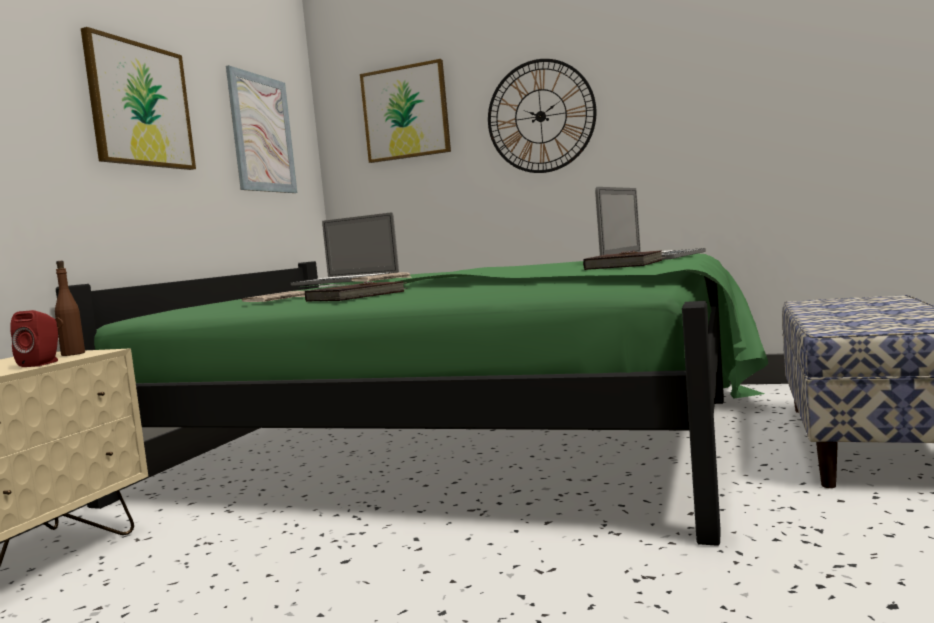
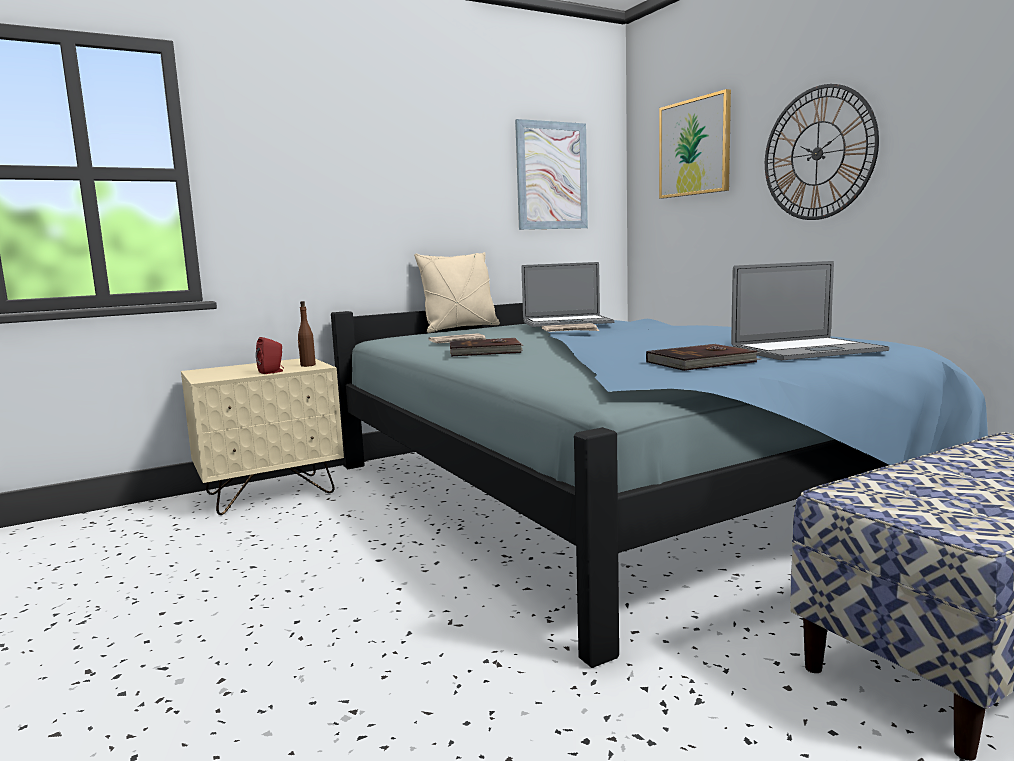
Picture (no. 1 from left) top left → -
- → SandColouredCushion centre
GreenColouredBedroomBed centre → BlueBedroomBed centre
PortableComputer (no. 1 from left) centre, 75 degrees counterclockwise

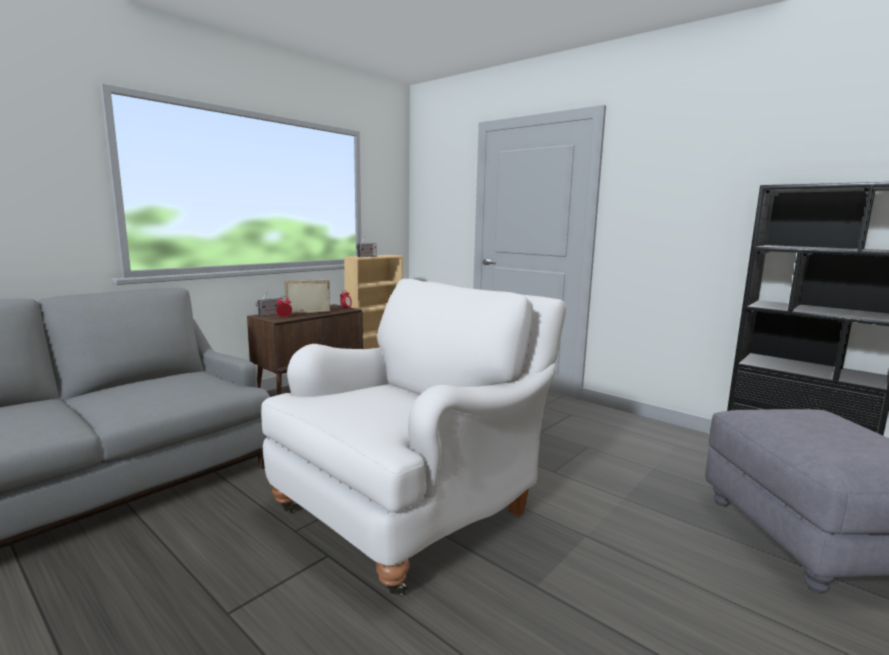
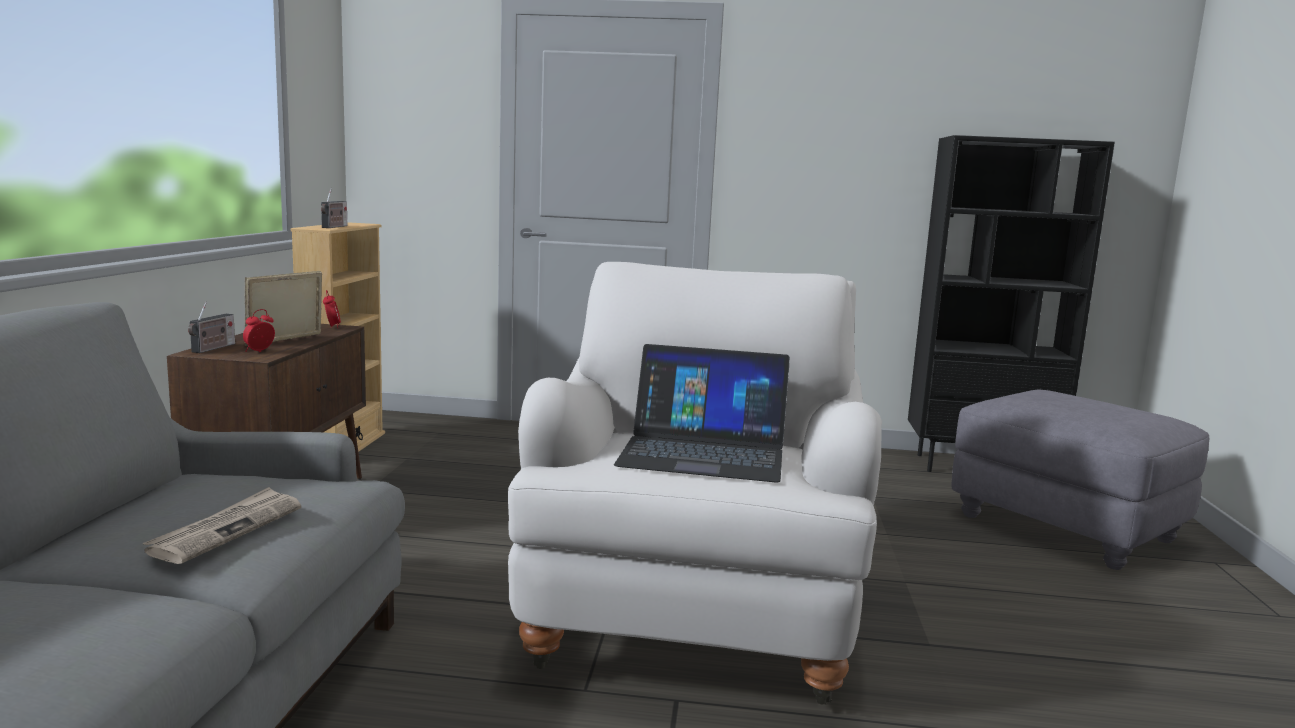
- → Newspaper bottom left
- → PortableComputer centre

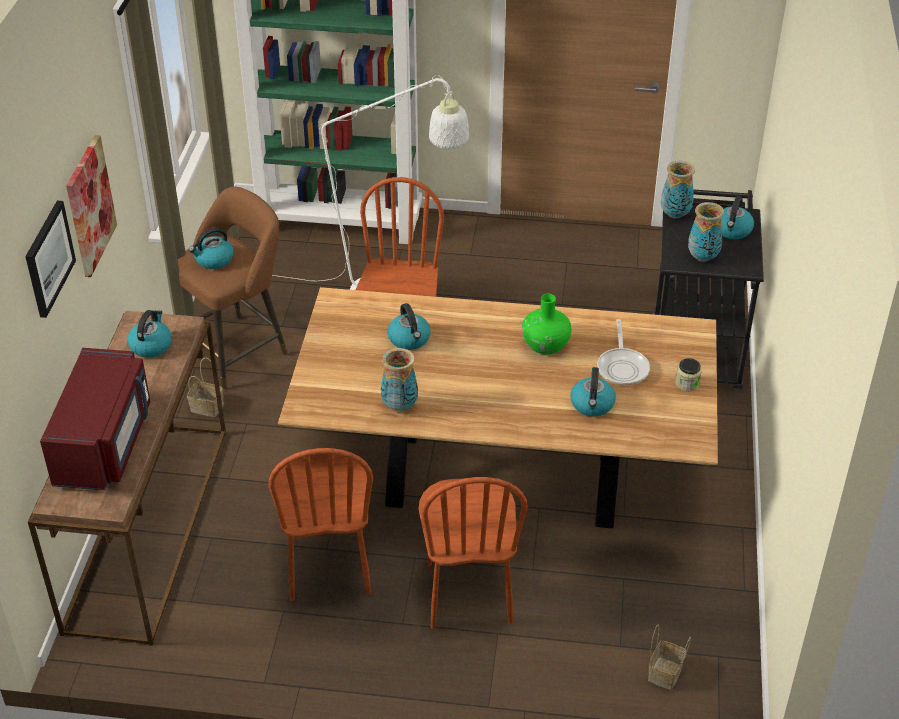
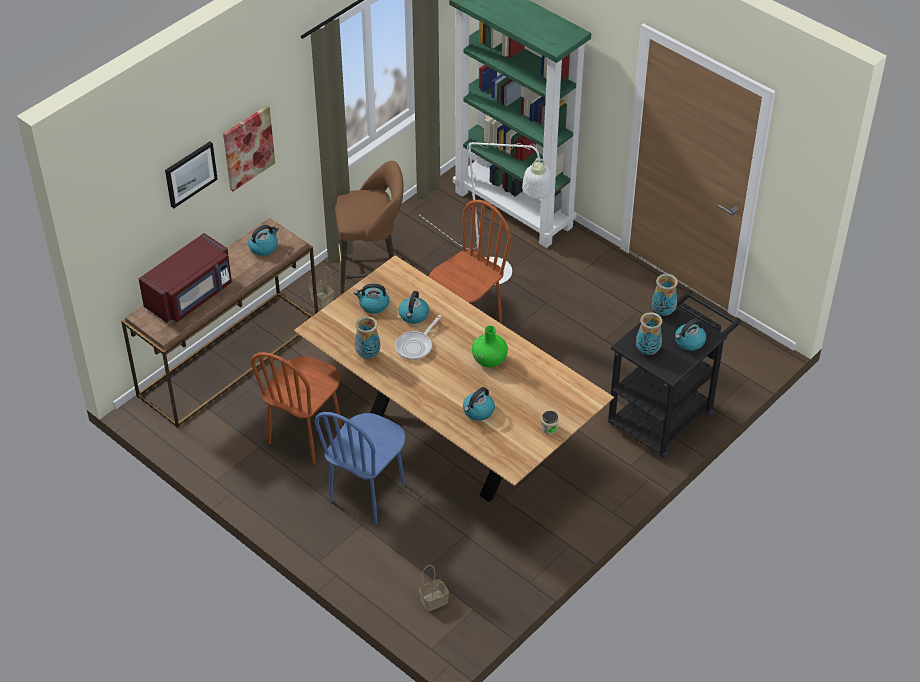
WaterKettle (no. 2 from left) middle left → WaterKettle (no. 2 from left) centre, shifted
FryingPan middle right → FryingPan centre, shifted
BrownishPlainChair (no. 3 from left) bottom centre → BluePlainChair bottom centre

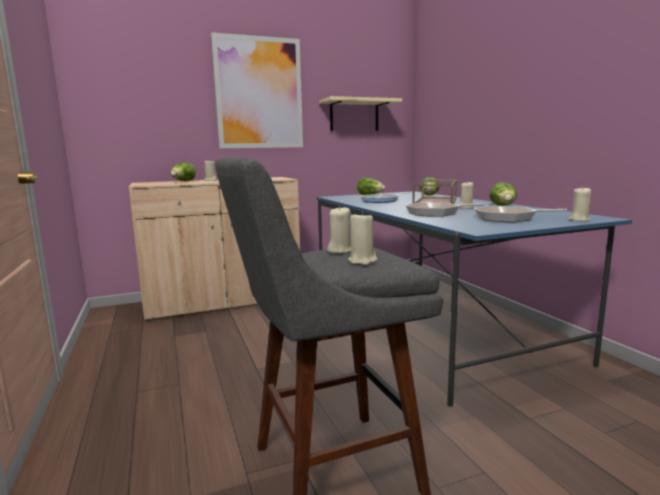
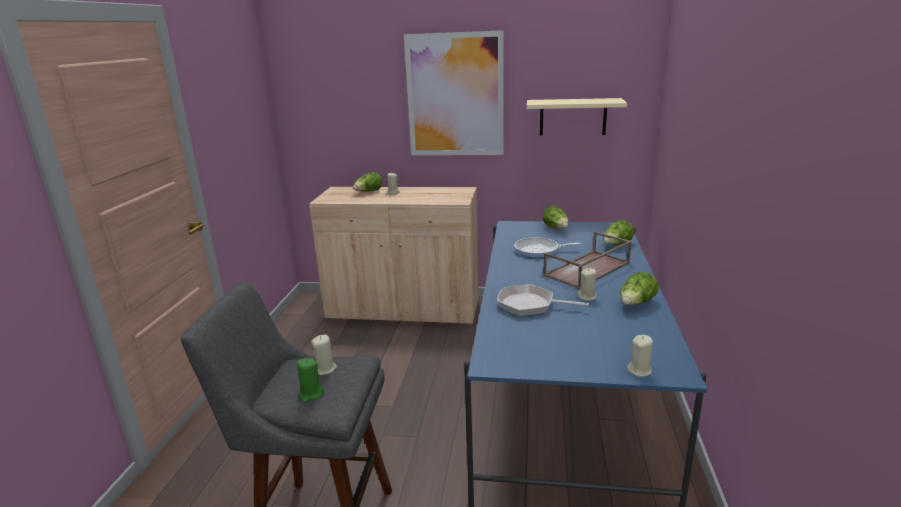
FryingPan (no. 3 from left) middle right → -
SandColouredWaxLight (no. 3 from left) centre → GreenColouredWaxLight bottom centre

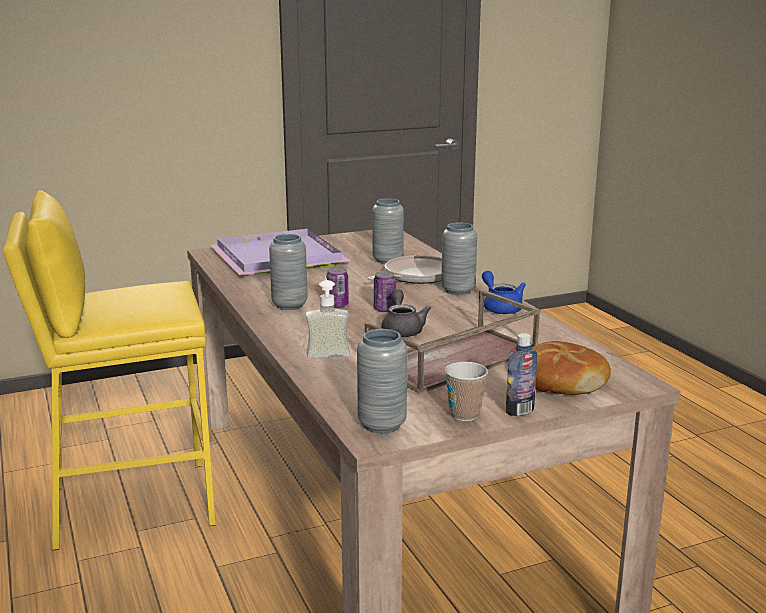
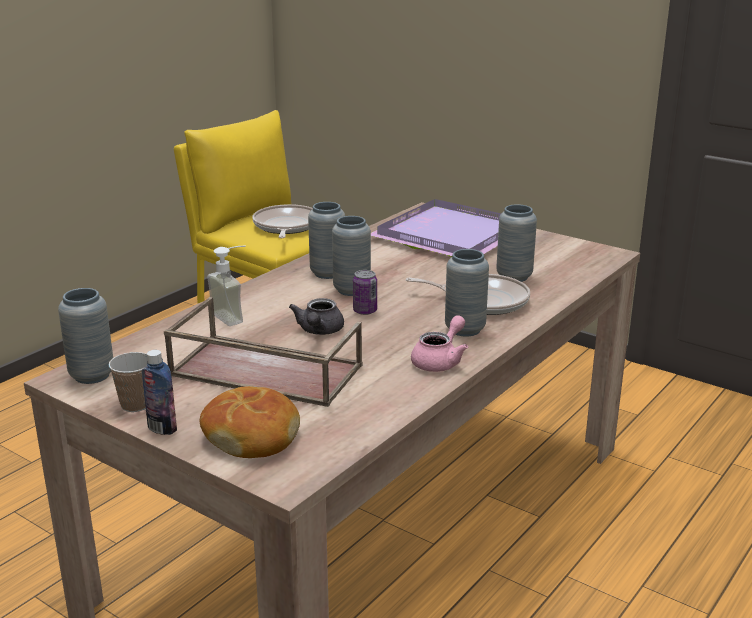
- → FryingPan (no. 1 from left) centre
Can (no. 1 from left) centre → GreyFlowerVase (no. 3 from left) centre
BluePotForTea centre → PinkColouredPotForTea centre
GreyPotForTea centre, 135 degrees clockwise

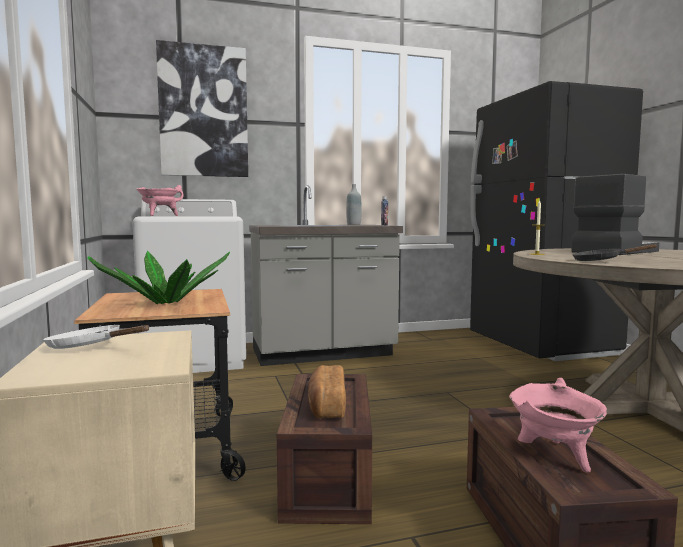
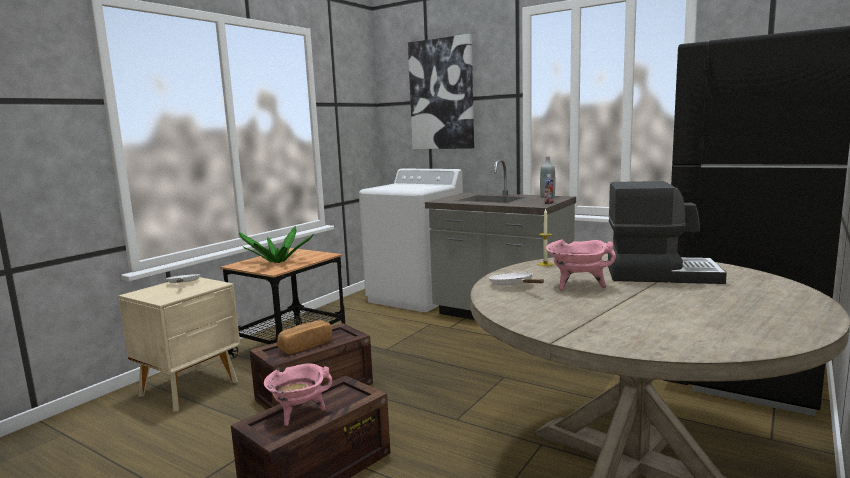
PinkColouredSaucepot (no. 1 from left in the first image) middle left → PinkColouredSaucepot (no. 2 from left) middle right, shifted
BlackColouredFryingPan middle right → WhitishFryingPan (no. 2 from left) centre

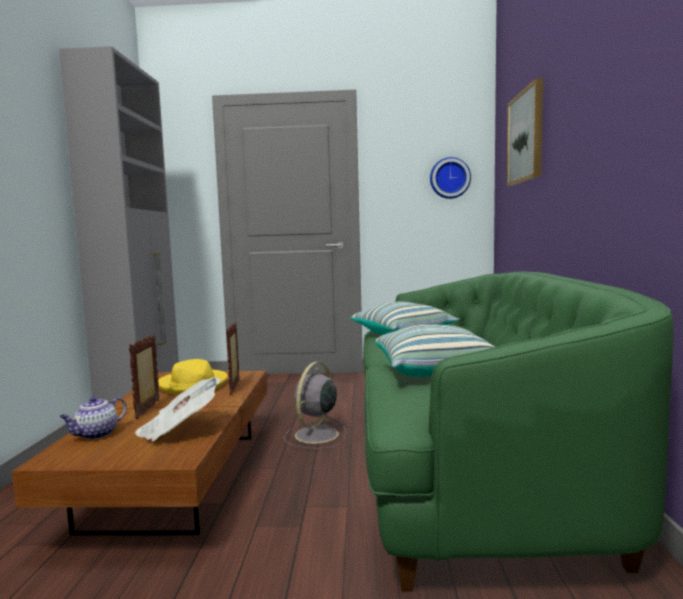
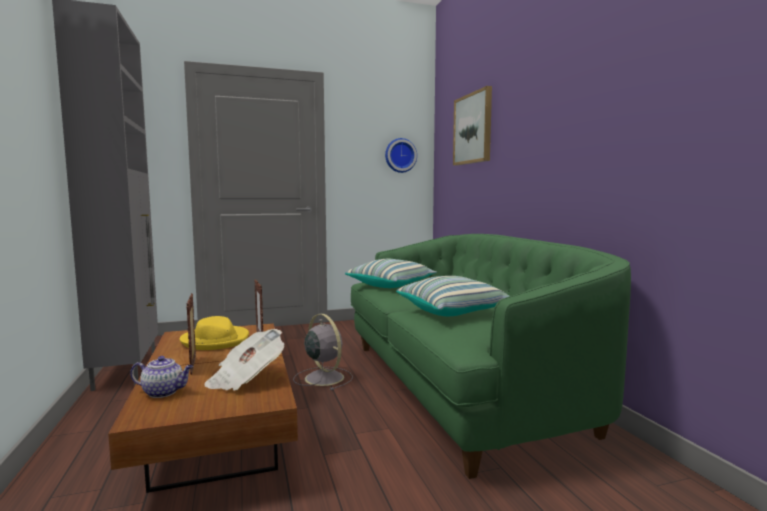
PotForTea bottom left, 105 degrees counterclockwise
GreyElectricFan bottom centre, 135 degrees clockwise

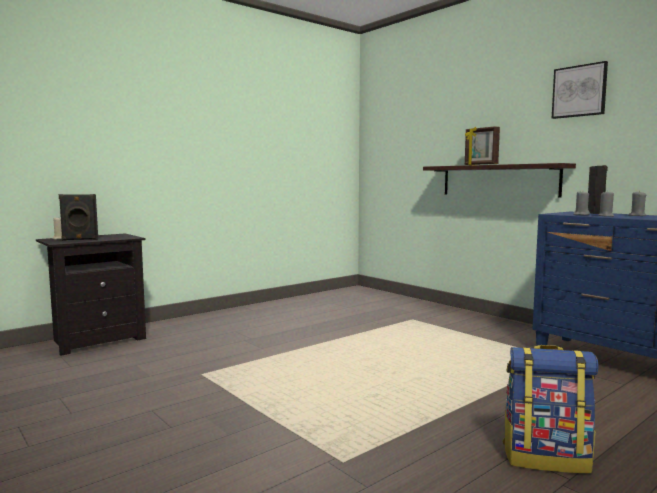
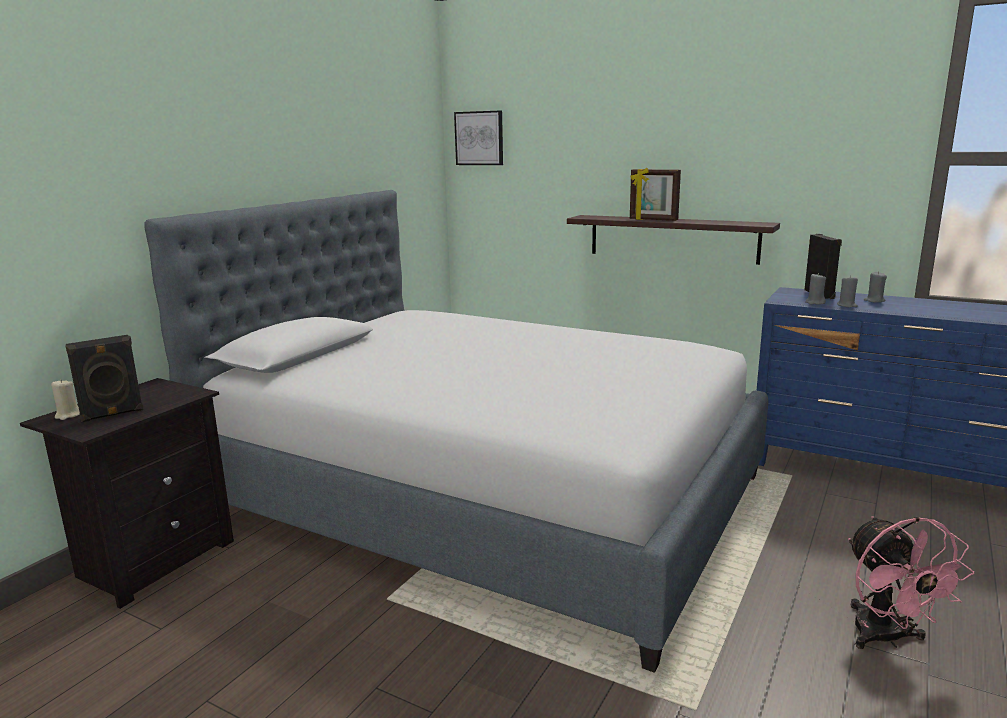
- → BedroomBed centre
Picture top right → Picture top centre, shifted
Knapsack bottom right → PinkColouredElectricFan bottom right

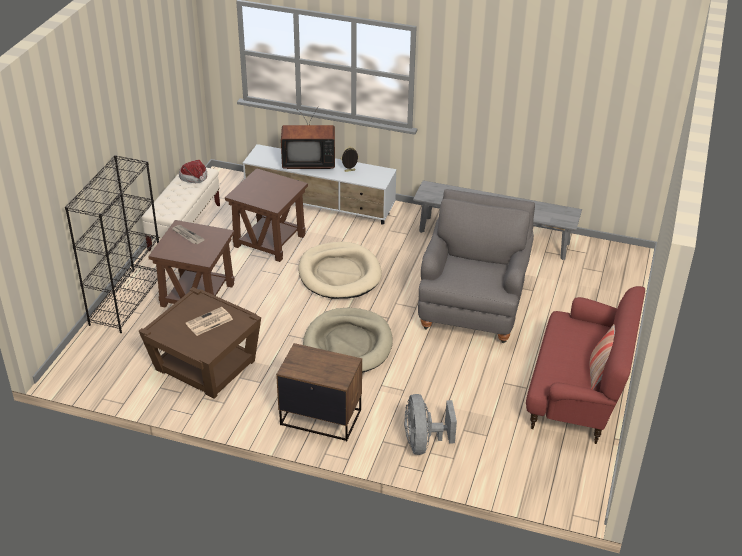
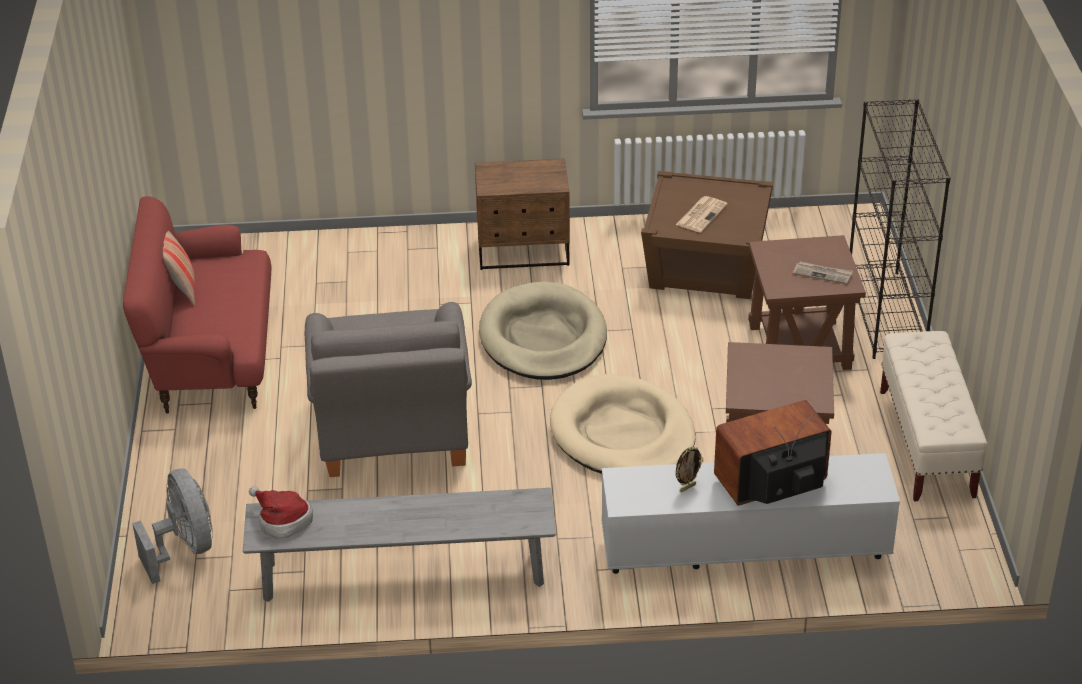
Hat top left → Hat bottom left, shifted
GreyElectricFan bottom centre → GreyElectricFan bottom left, shifted

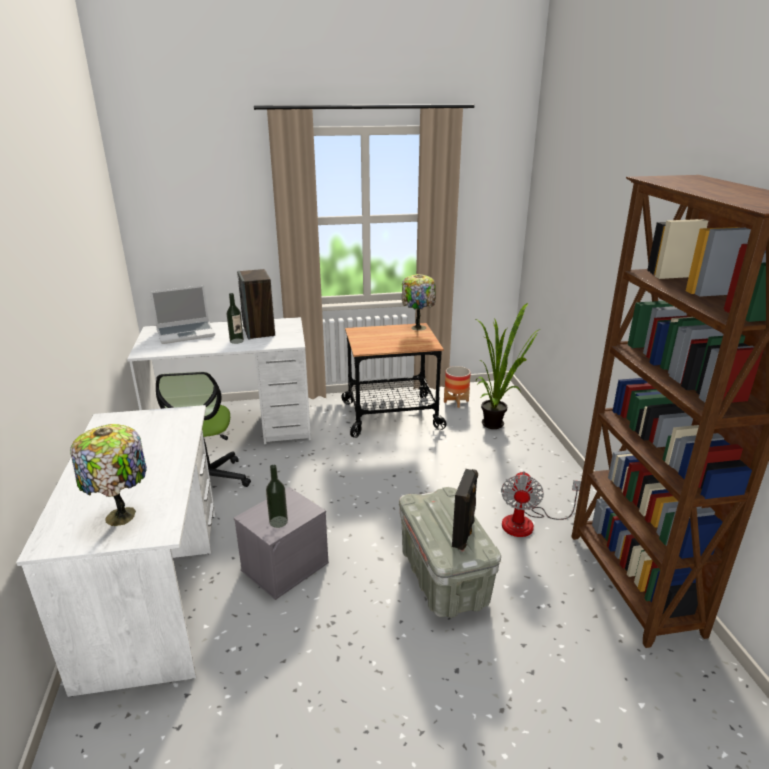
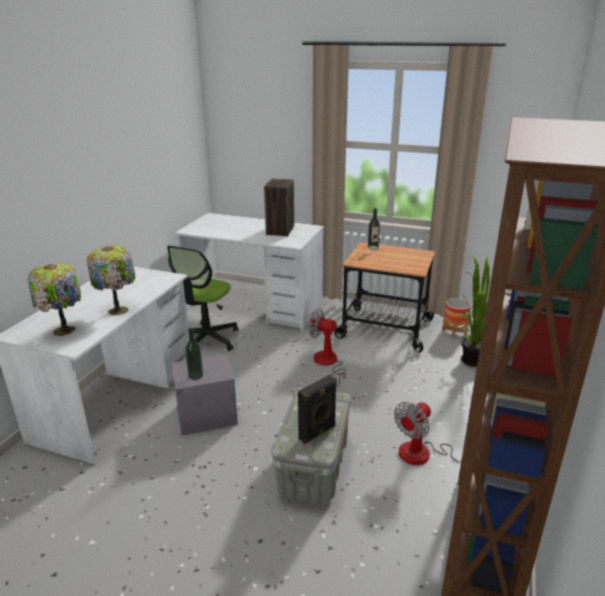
PortableComputer middle left → -
- → ElectricFan (no. 1 from left) centre
BeverageBottle (no. 1 from left in the first image) middle left → BeverageBottle (no. 2 from left) centre, shifted
TabletopLamp (no. 2 from left) centre → TabletopLamp (no. 2 from left) middle left, shifted

